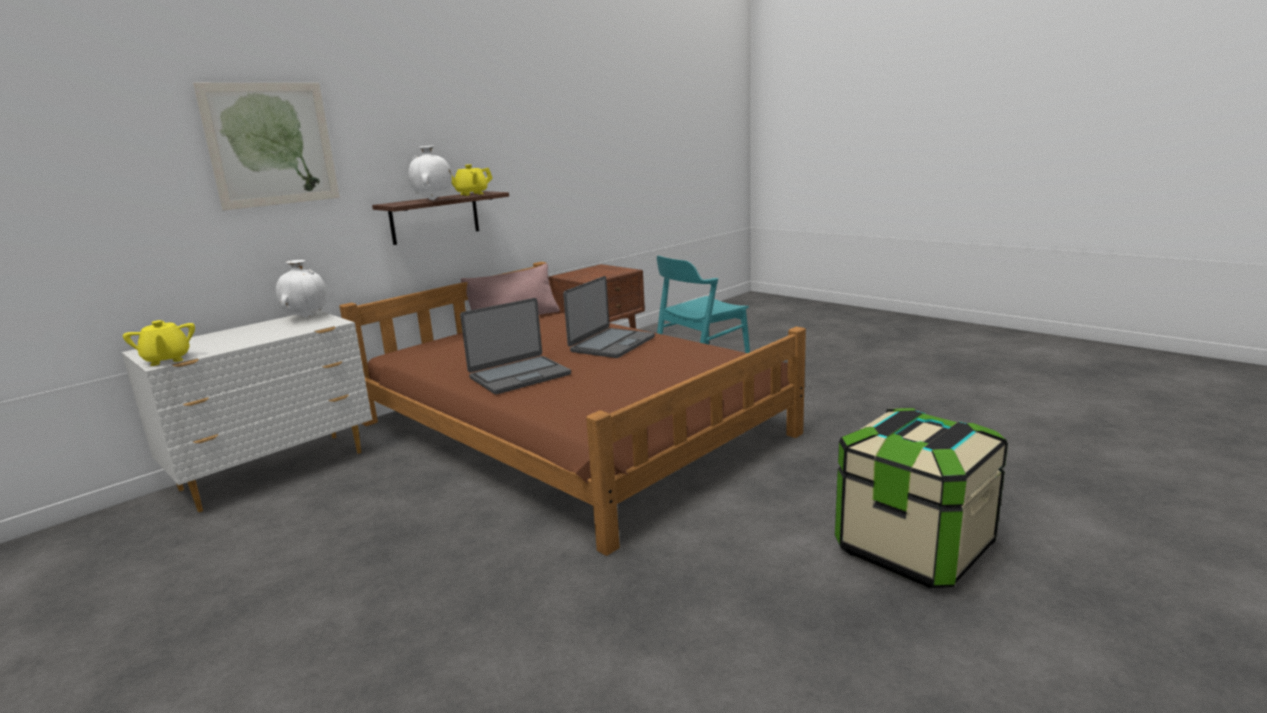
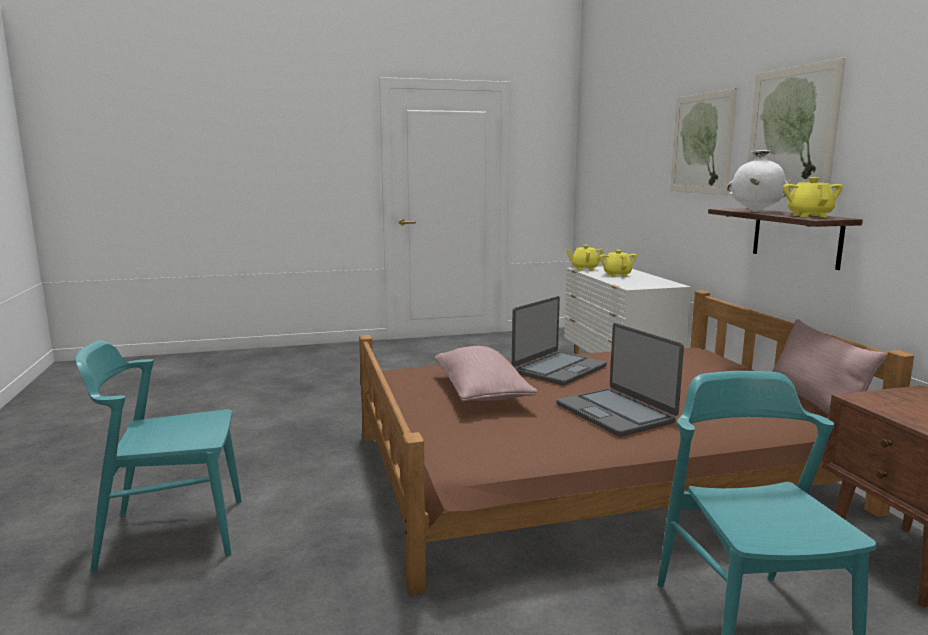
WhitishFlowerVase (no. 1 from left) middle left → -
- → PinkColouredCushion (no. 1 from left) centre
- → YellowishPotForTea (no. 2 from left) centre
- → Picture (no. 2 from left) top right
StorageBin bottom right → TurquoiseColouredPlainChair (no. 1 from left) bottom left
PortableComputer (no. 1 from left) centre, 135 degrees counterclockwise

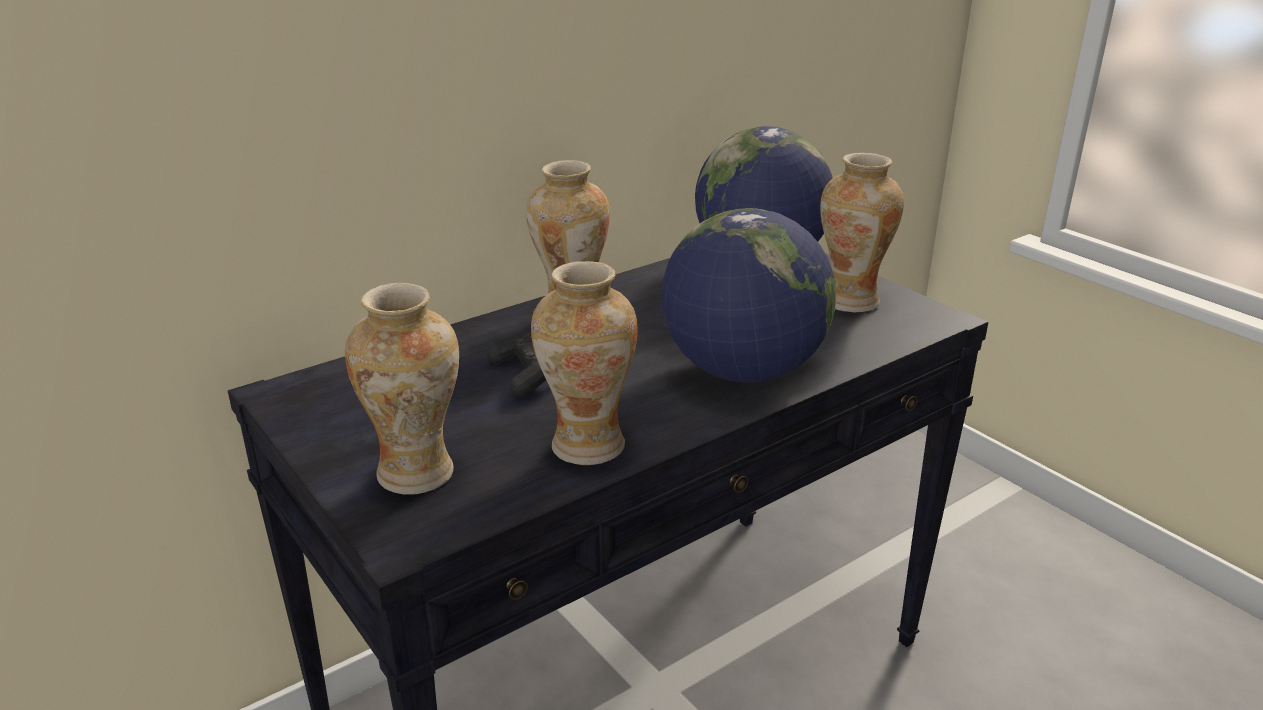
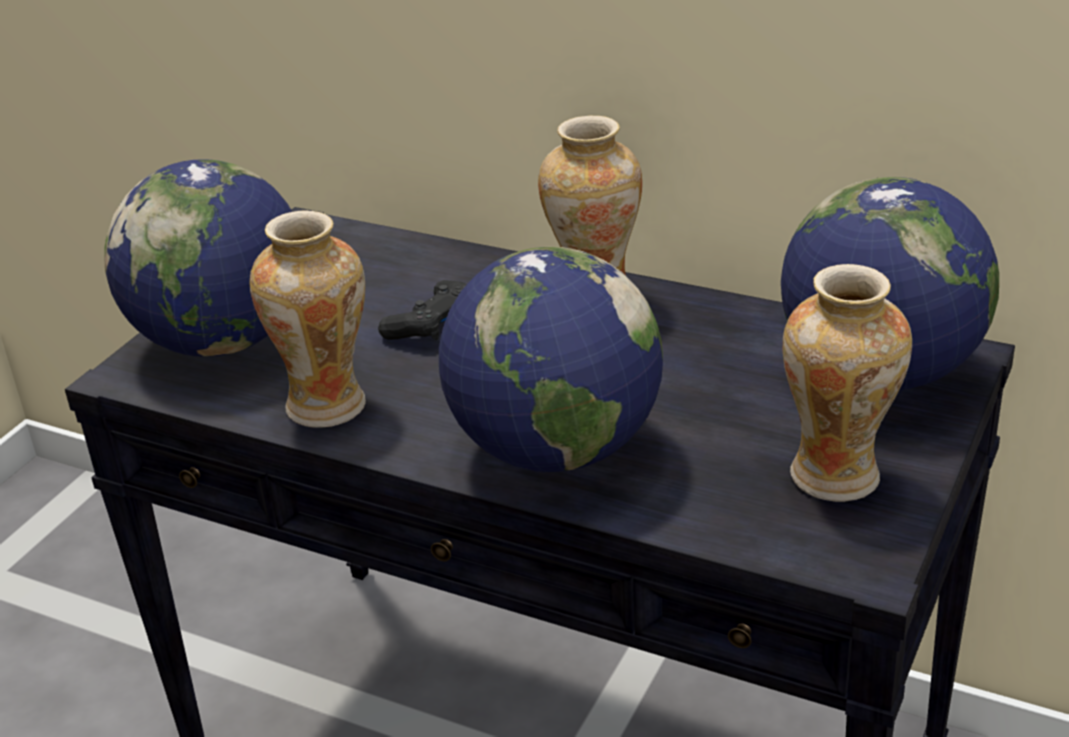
FlowerVase (no. 1 from left) middle left → WorldGlobe (no. 1 from left) middle left

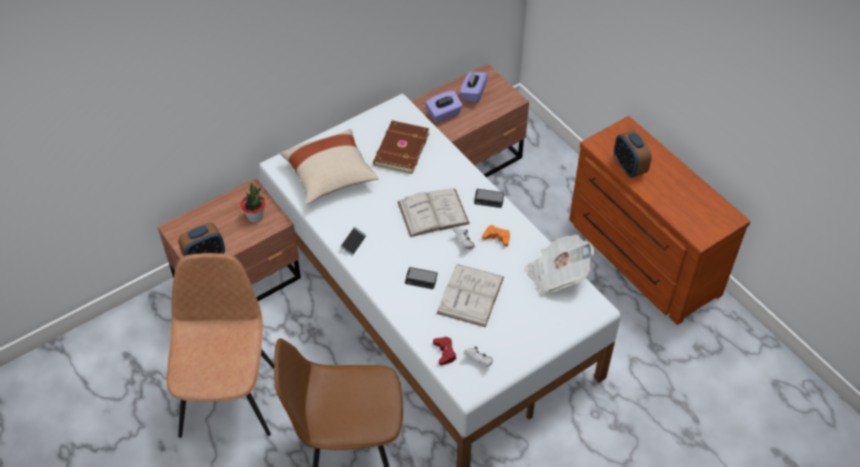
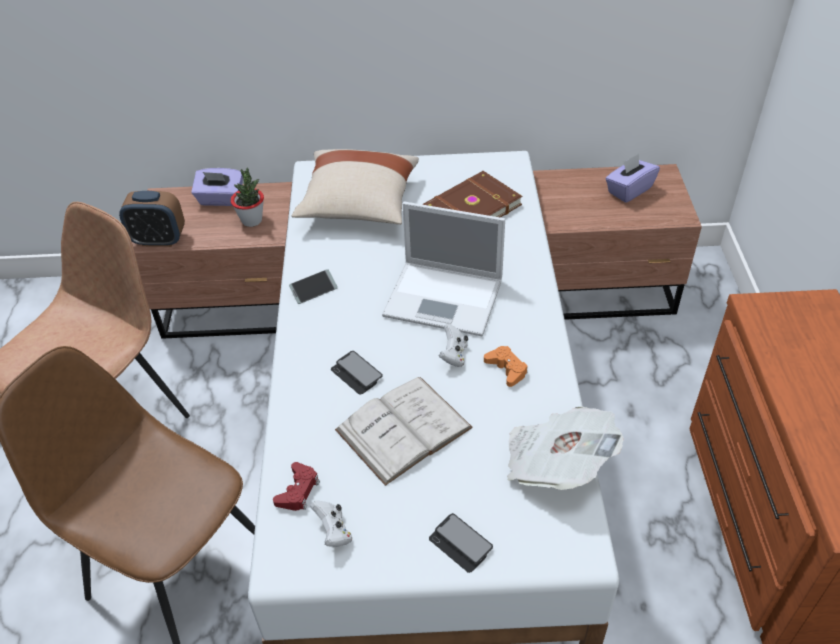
AlarmClock (no. 2 from left) top right → -
PurpleTissueHolder (no. 1 from left) top centre → PurpleTissueHolder (no. 1 from left) top left, shifted
Telephone (no. 3 from left) centre → Telephone (no. 3 from left) bottom centre, shifted
WhitishBoundBook (no. 1 from left) centre → PortableComputer centre

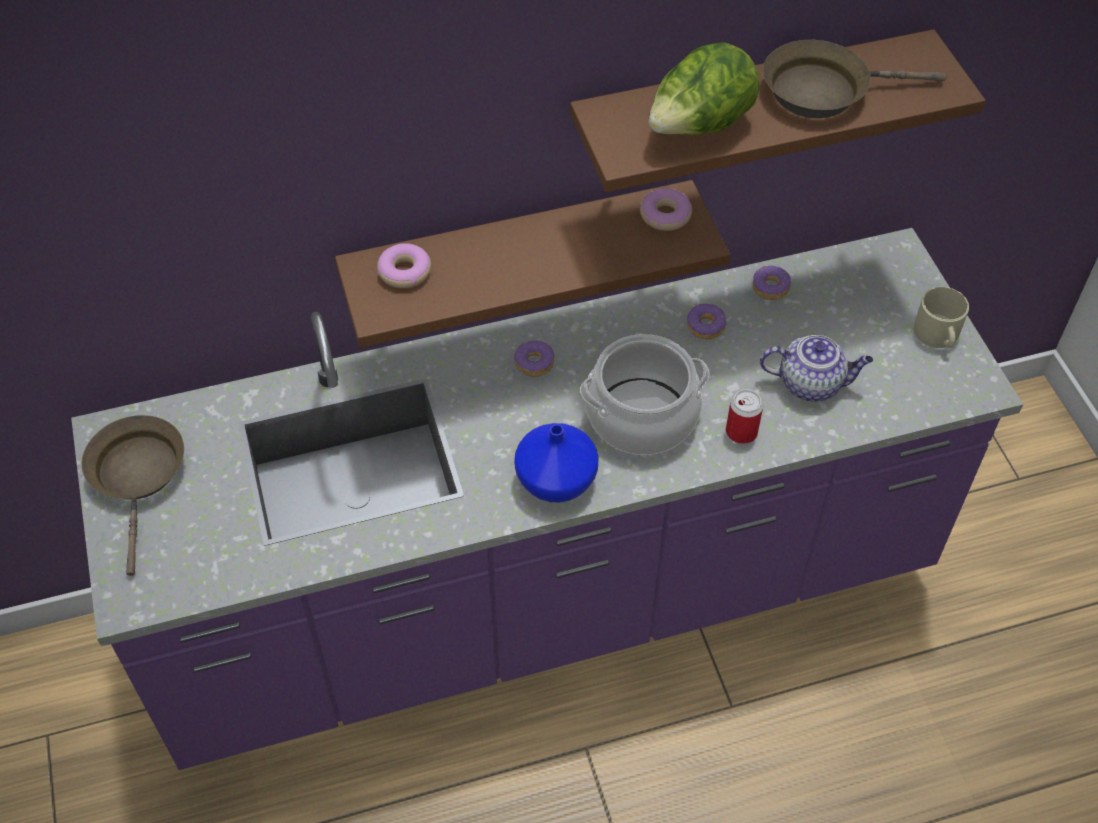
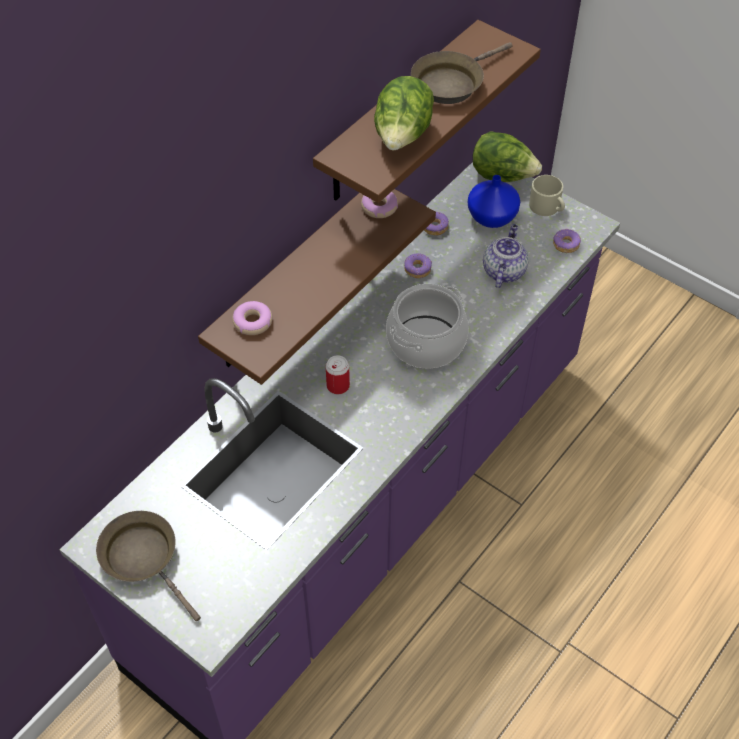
- → HeadOfLettuce (no. 2 from left) top right
RingDoughnut (no. 2 from left in the first image) centre → RingDoughnut (no. 5 from left) top right, shifted
BlueFlowerVase centre → BlueFlowerVase top right, shifted
Can middle right → Can centre, shifted
PotForTea middle right, 45 degrees counterclockwise

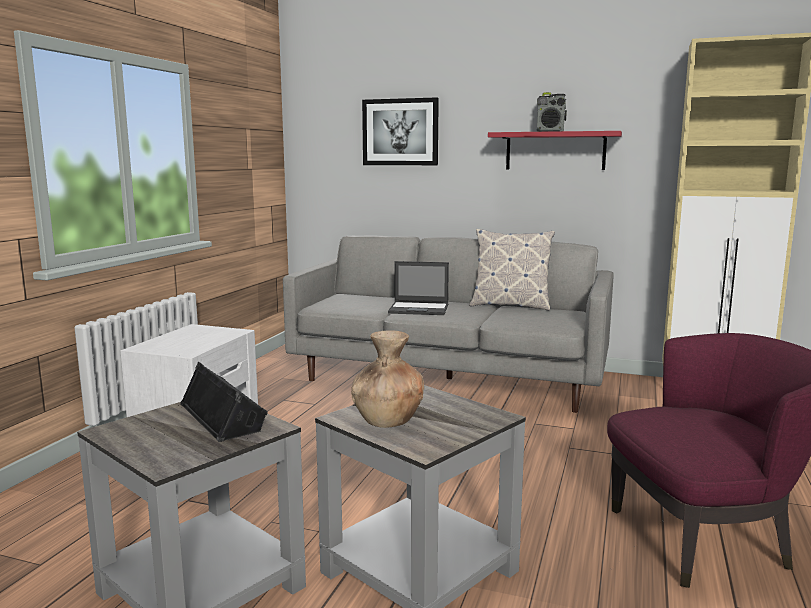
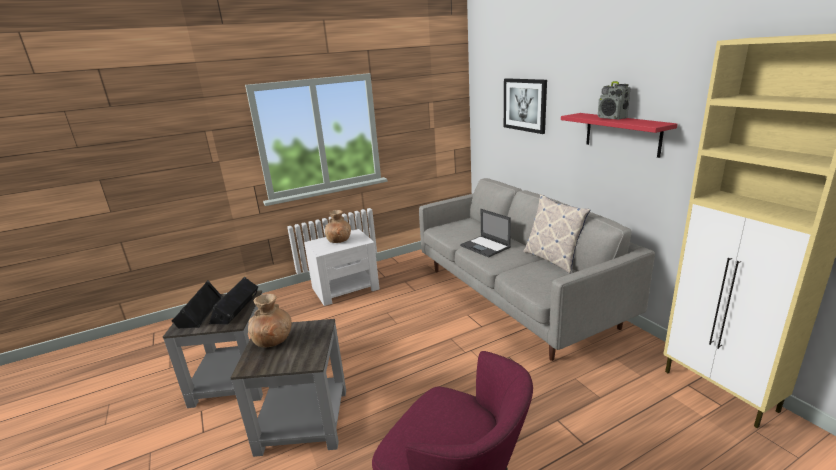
- → BlackColouredLoudspeaker (no. 1 from left) middle left
- → BrownishFlowerVase (no. 2 from left) centre

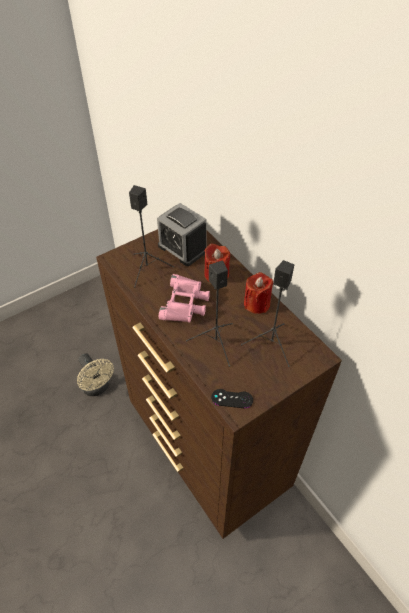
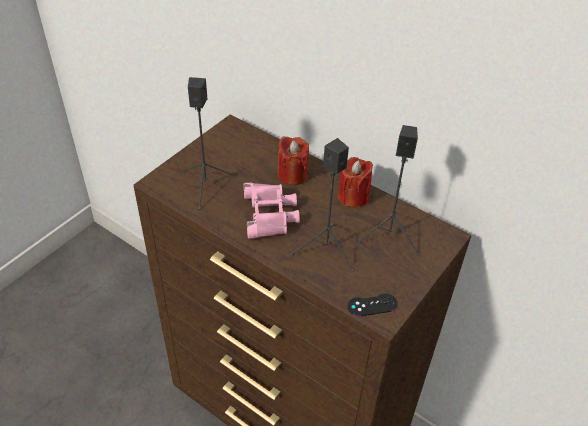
SandColouredElectricFan middle left → -
AlarmClock centre → -

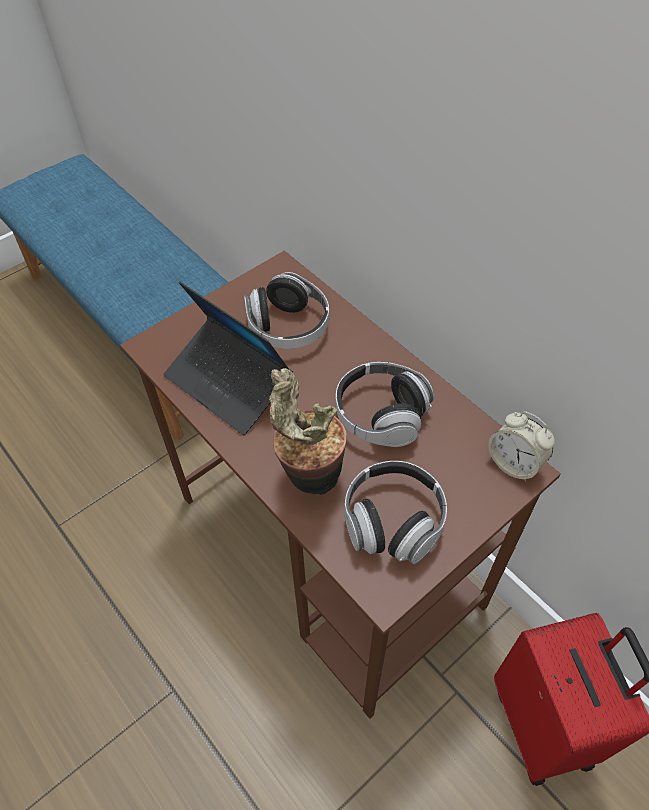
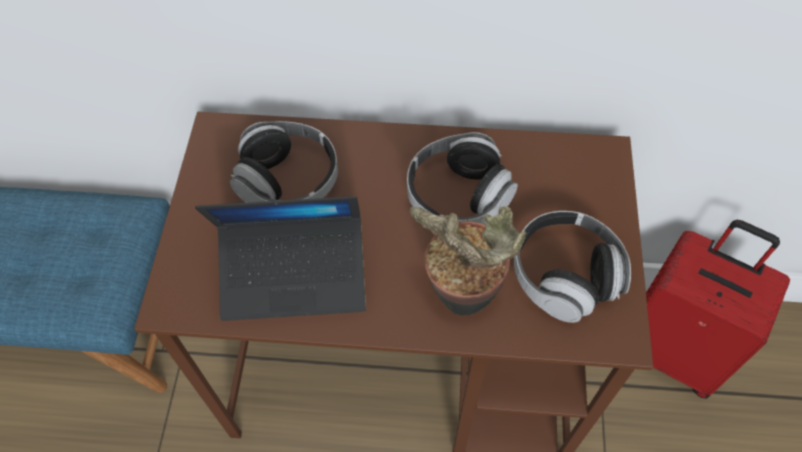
AlarmClock middle right → -

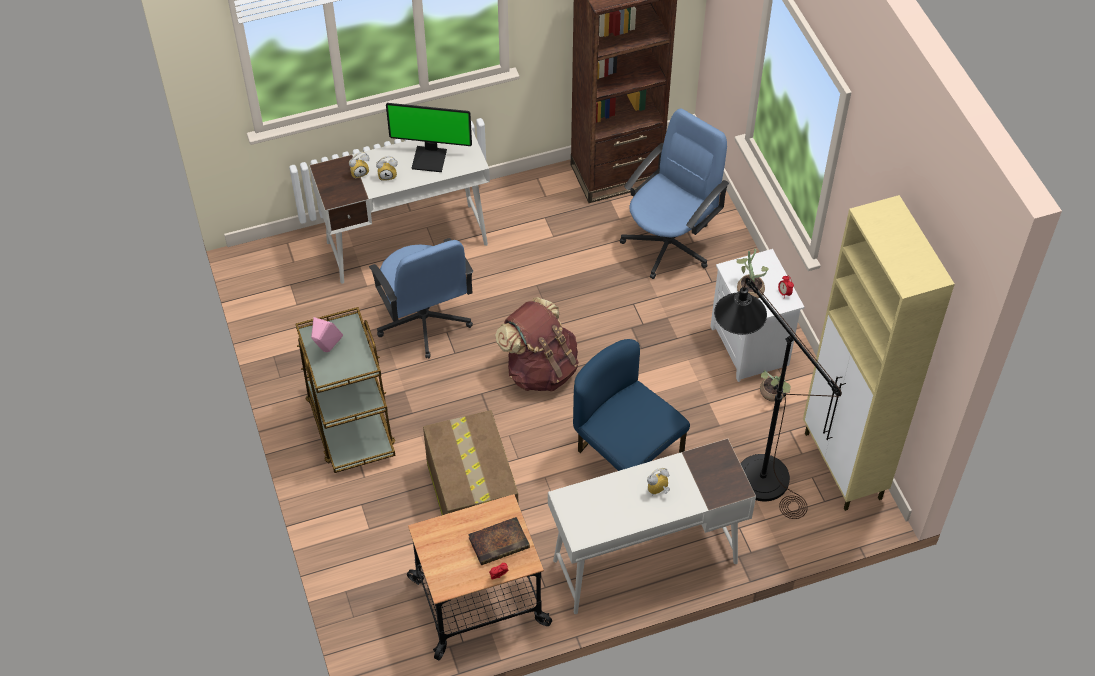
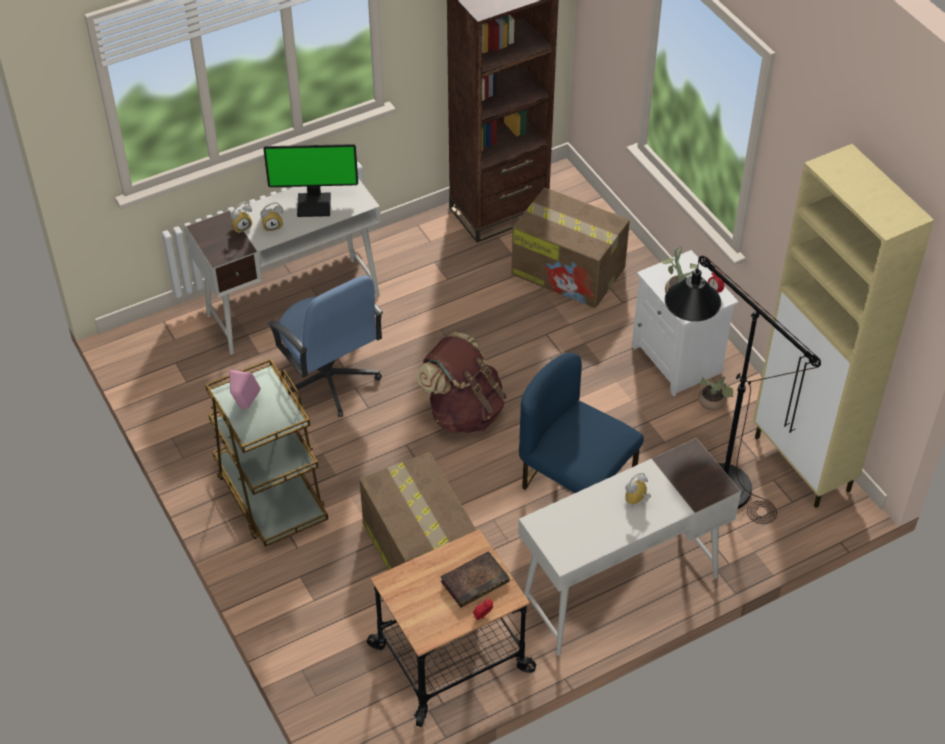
BlueDeskChair (no. 2 from left) top centre → Carton (no. 2 from left) top centre

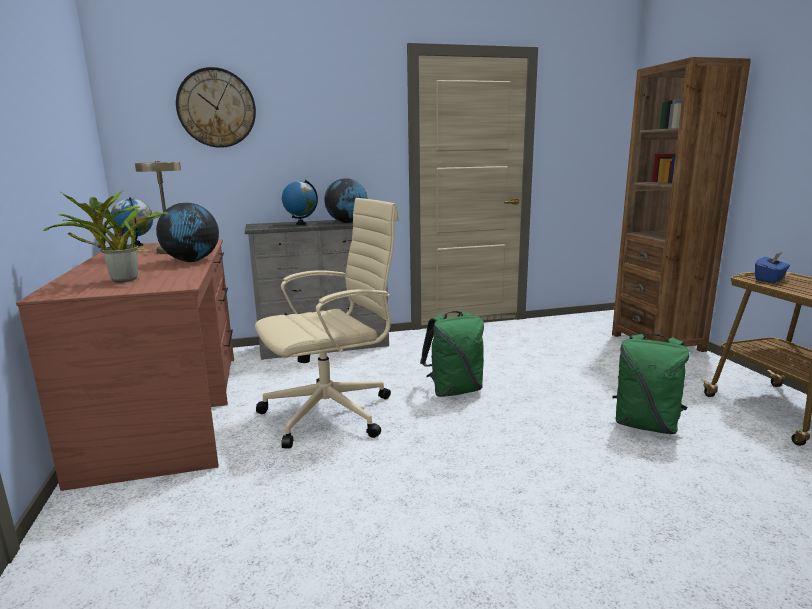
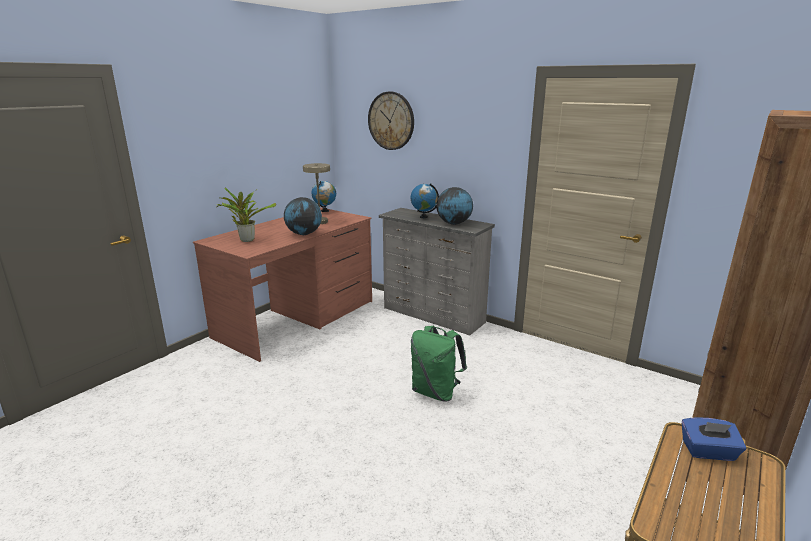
SandColouredDeskChair centre → -
GreenColouredKnapsack (no. 2 from left) middle right → -

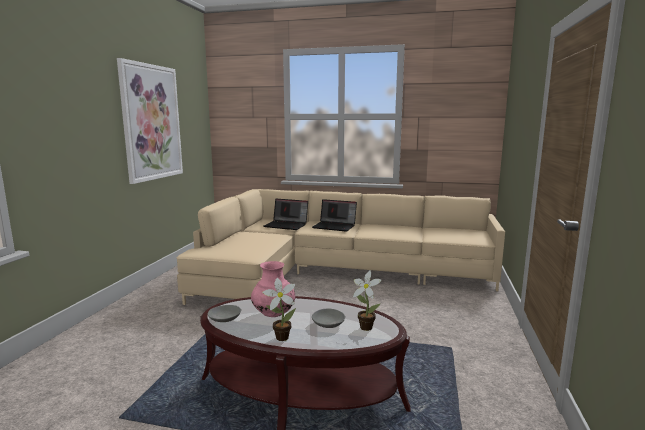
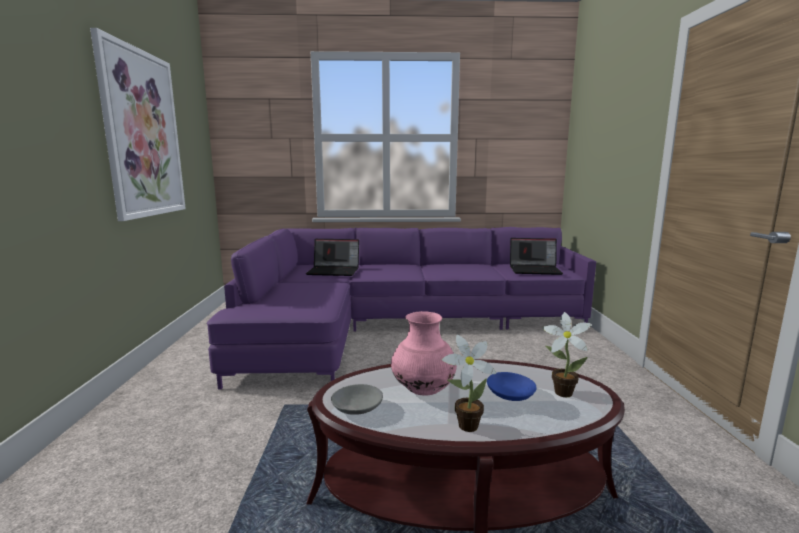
PortableComputer (no. 2 from left) centre → PortableComputer (no. 2 from left) middle right, shifted
SandColouredSettee centre → PurpleSettee centre
GreyServingBowl (no. 2 from left) bottom centre → BlueServingBowl bottom centre

